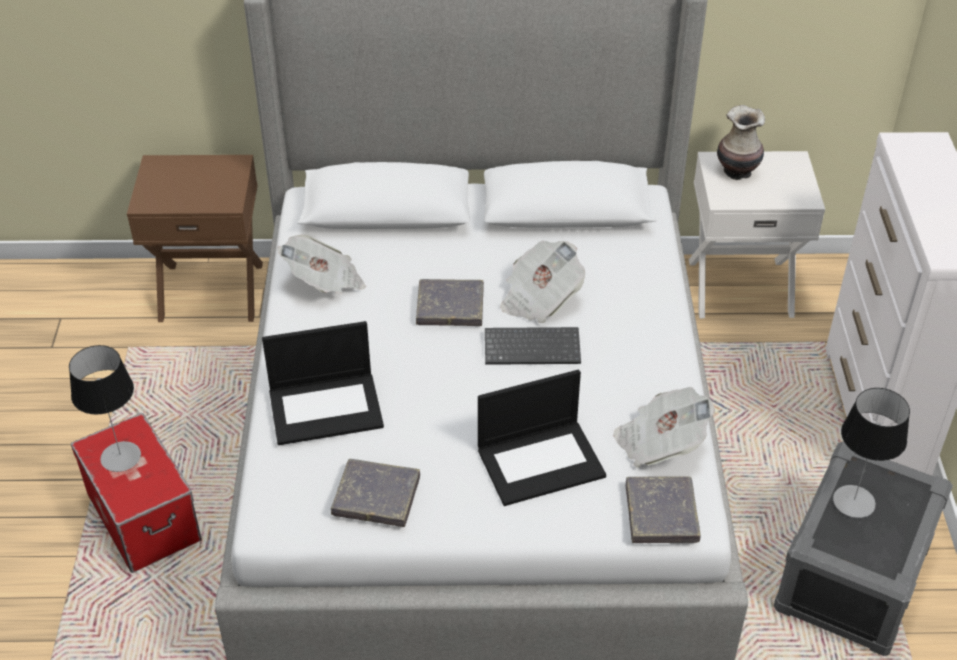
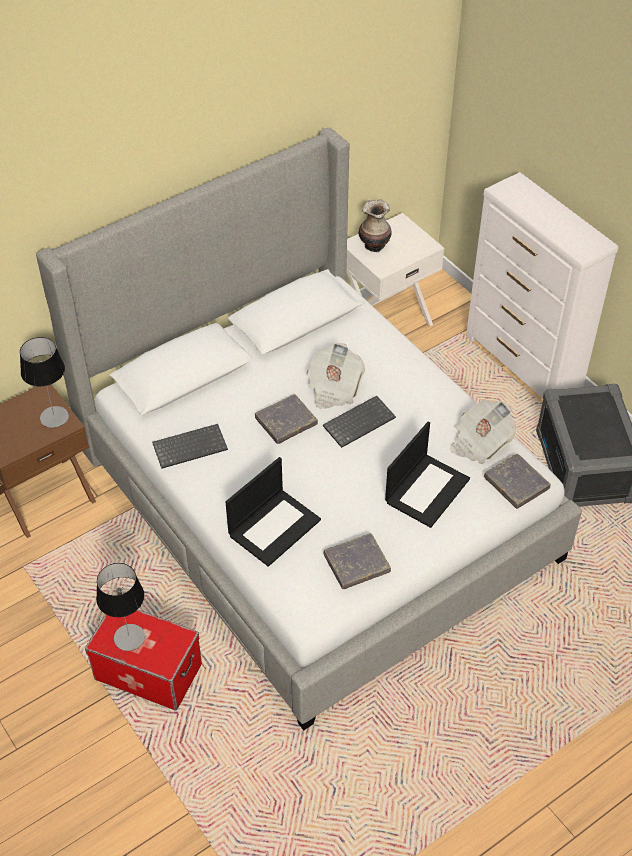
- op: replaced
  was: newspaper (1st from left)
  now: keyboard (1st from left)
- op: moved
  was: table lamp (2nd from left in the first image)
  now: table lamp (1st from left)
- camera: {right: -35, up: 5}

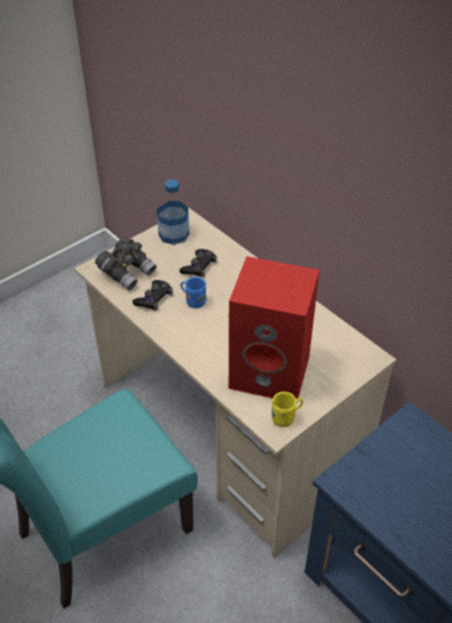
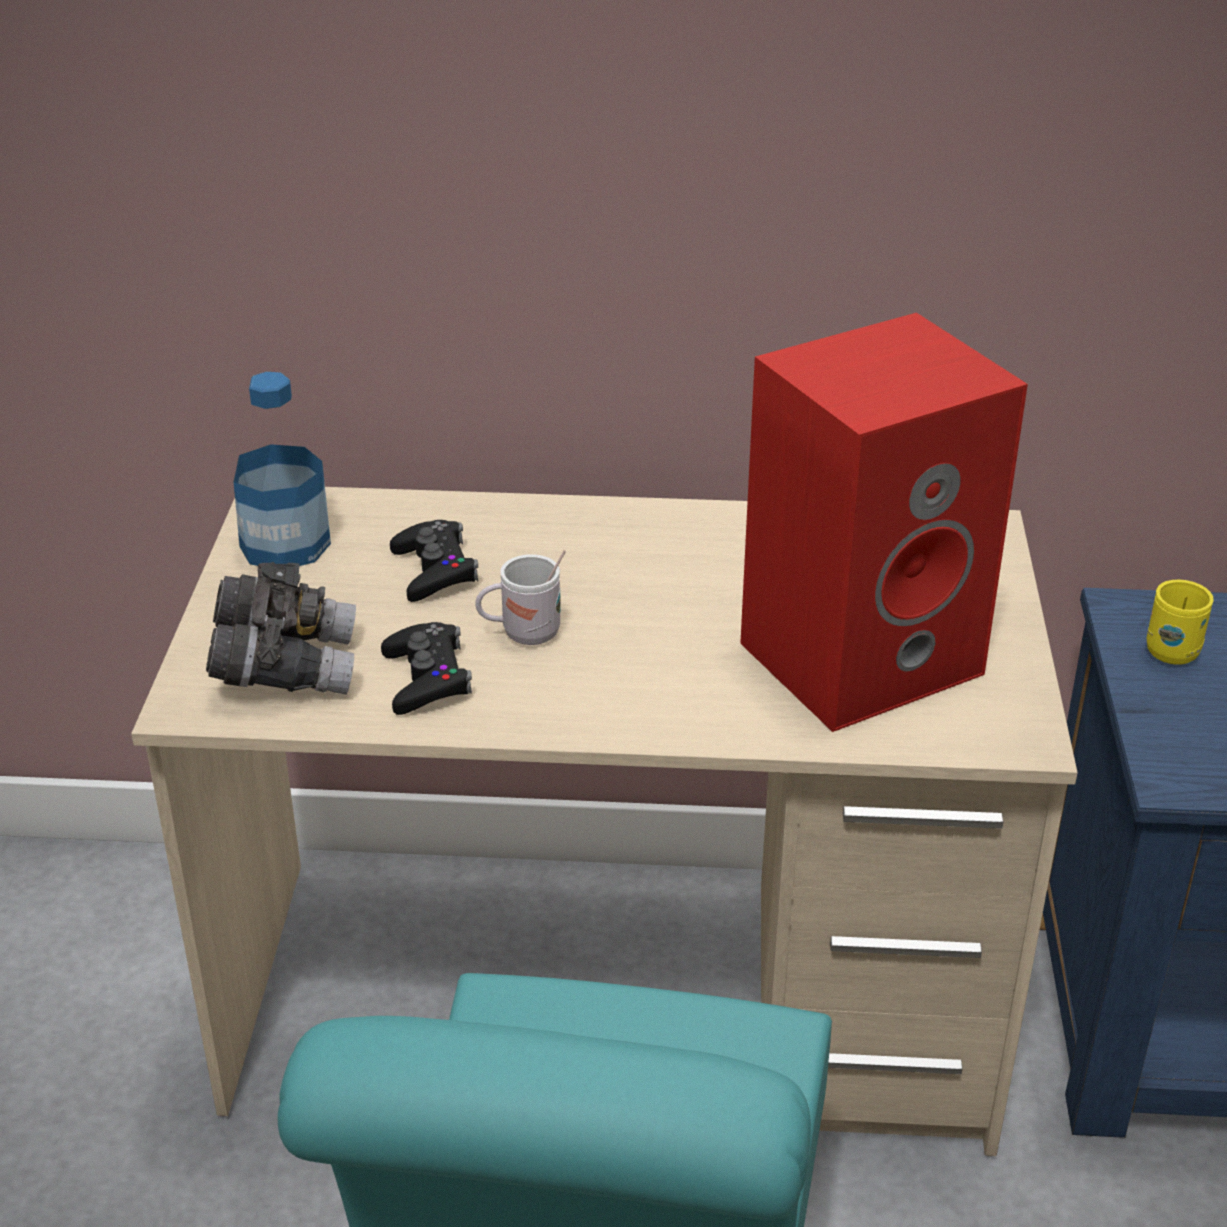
- op: recoloured
  was: mug in blue
  now: mug in white
- op: moved
  was: mug in yellow
- camera: {right: -45, up: -10}

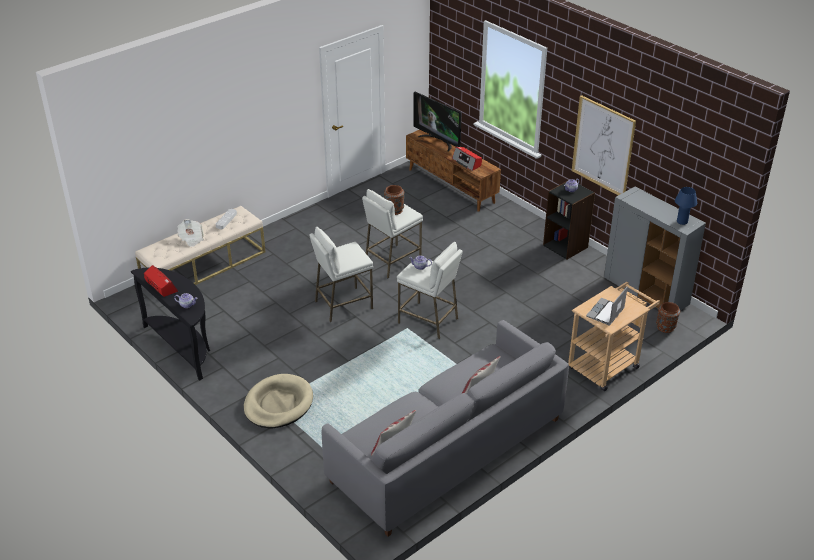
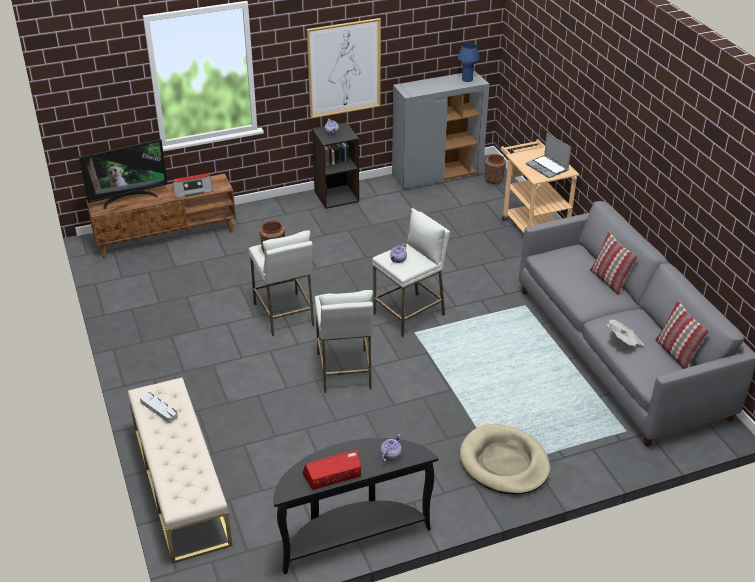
- op: moved
  was: newspaper
- camera: {right: -70, up: 0}

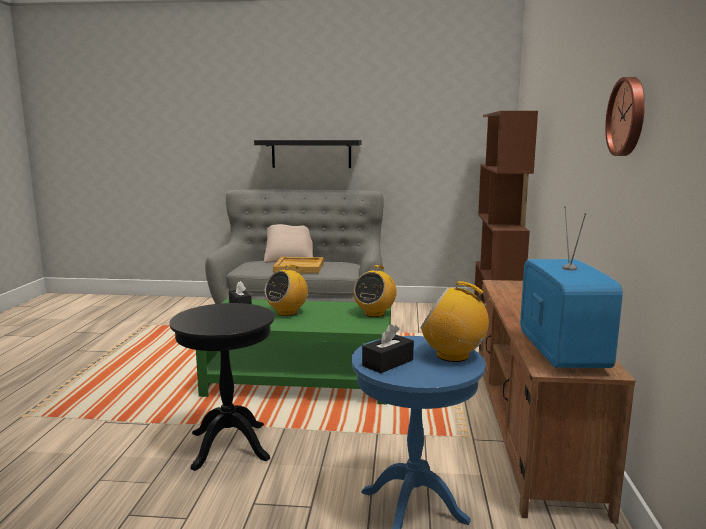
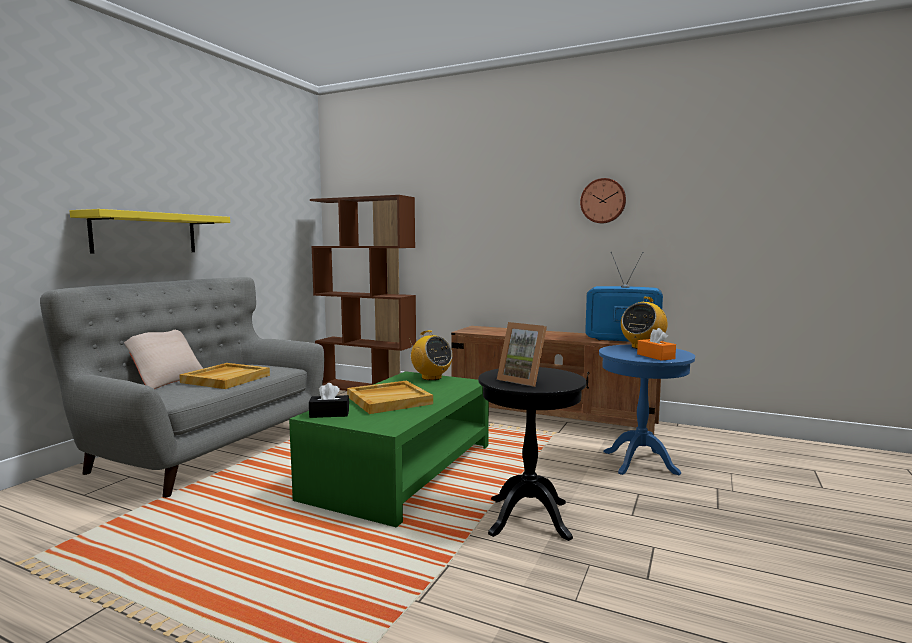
- op: recoloured
  was: shelf in black
  now: shelf in yellow
- op: replaced
  was: radio (1st from left)
  now: tray in beige (2nd from left)
- op: recoloured
  was: tissue box in black (2nd from left)
  now: tissue box in orange
- op: added
  now: picture frame
- camera: {right: -70, up: -5}

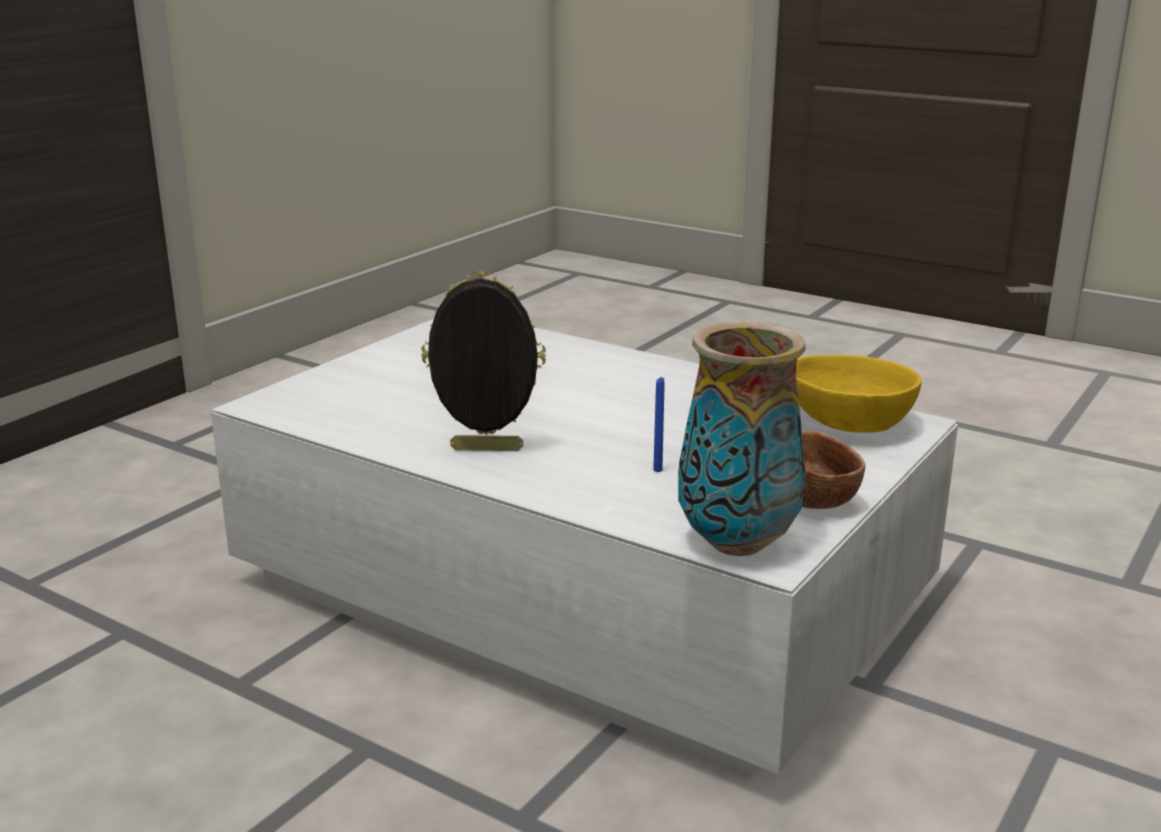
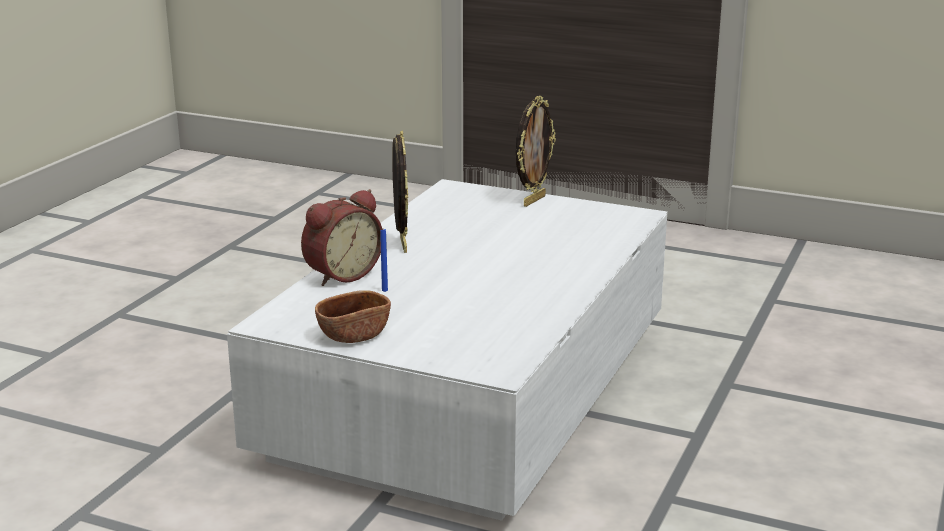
- op: removed
  was: vase
- op: removed
  was: bowl in yellow
- op: added
  now: alarm clock
- op: added
  now: picture frame (2nd from left)
- camera: {right: 80, up: 0}

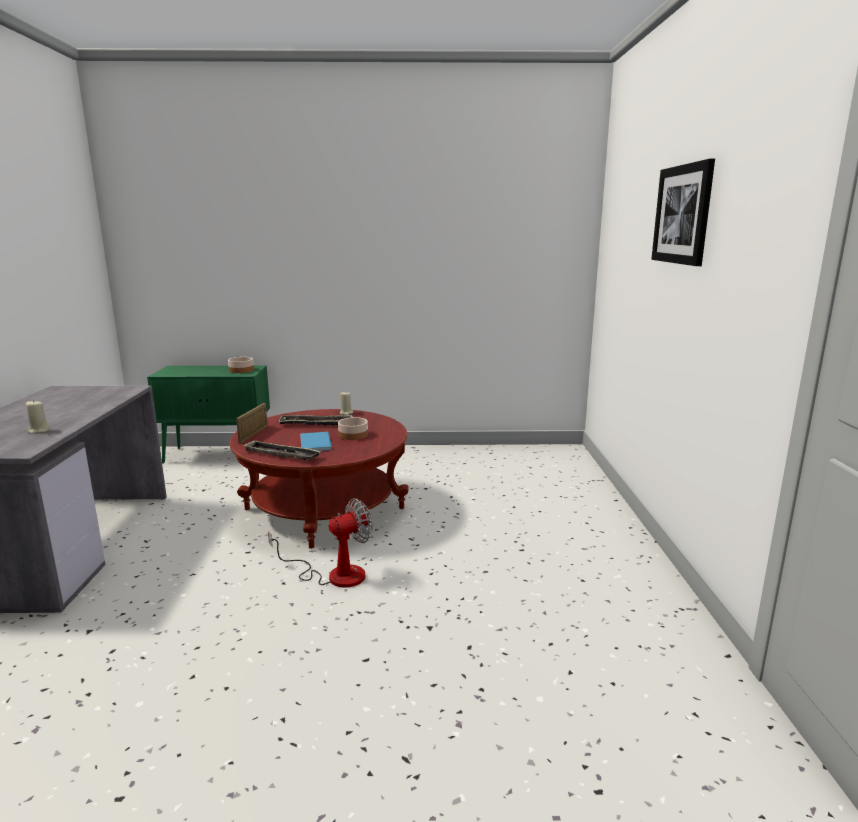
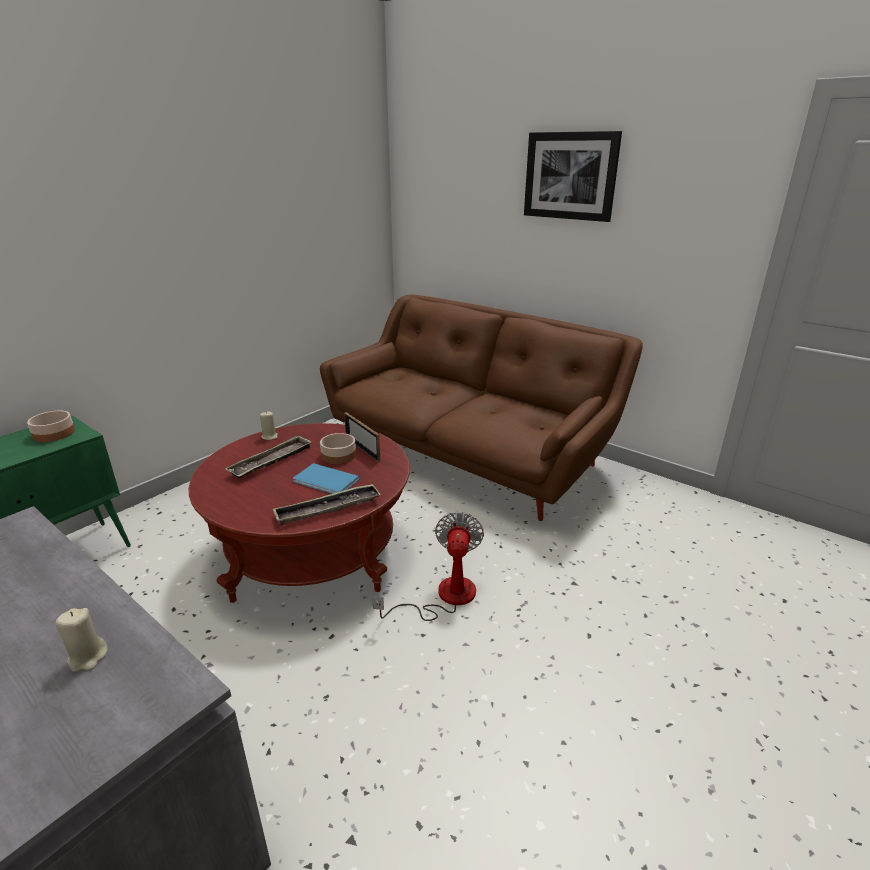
- op: moved
  was: picture frame
- op: added
  now: sofa in brown
- camera: {right: -50, up: 10}

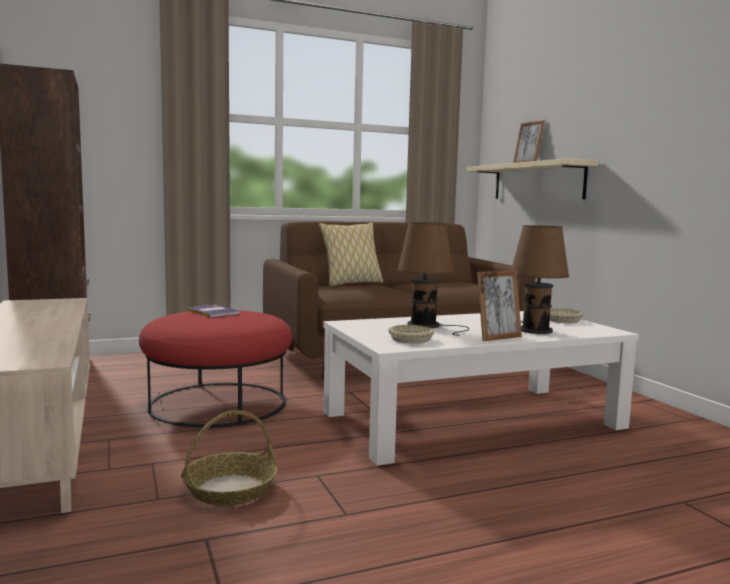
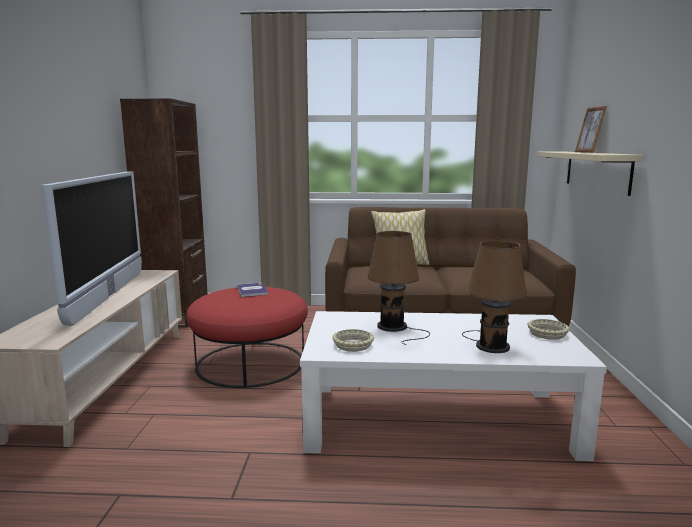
- op: removed
  was: basket
- op: removed
  was: picture frame (1st from left)
- op: added
  now: television
- camera: {right: 25, up: 5}

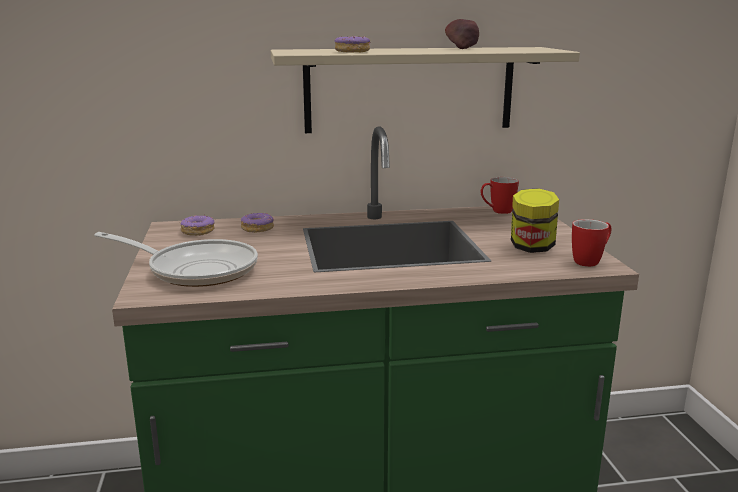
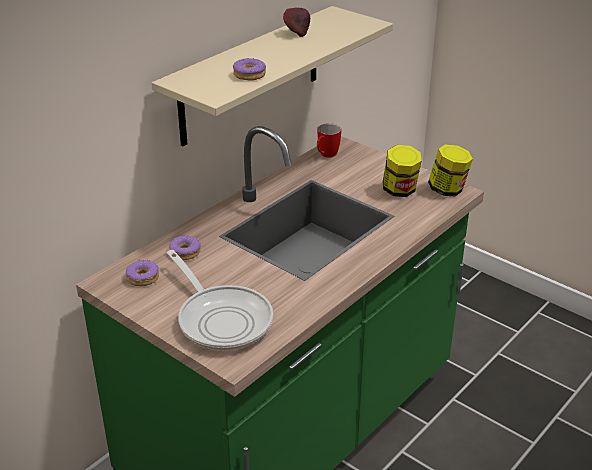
- op: turned
  was: frying pan
  clockwise: 75
- op: replaced
  was: mug (2nd from left)
  now: jar (2nd from left)
- camera: {right: -40, up: 15}

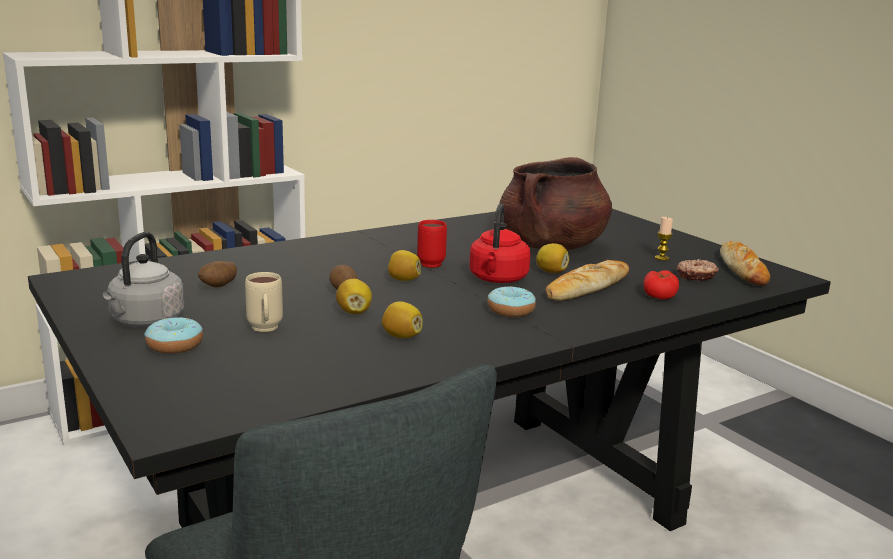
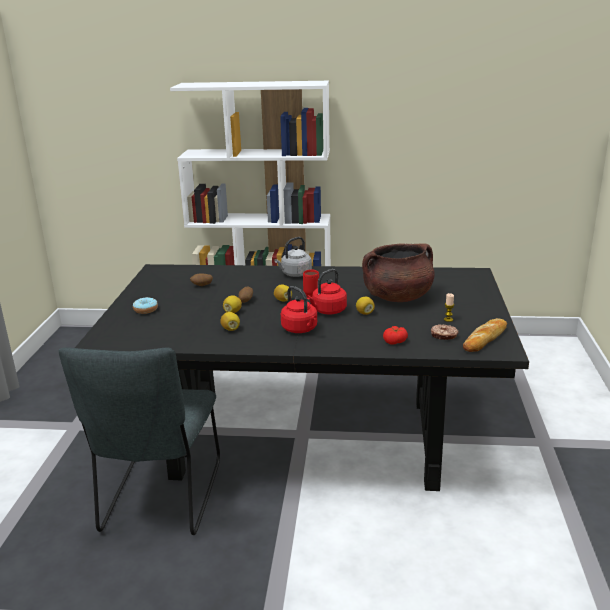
- op: moved
  was: kettle in grey
- op: removed
  was: mug in beige
- op: replaced
  was: donut (2nd from left)
  now: kettle in red (1st from left)
- op: removed
  was: bread (1st from left)
- camera: {right: 40, up: 5}

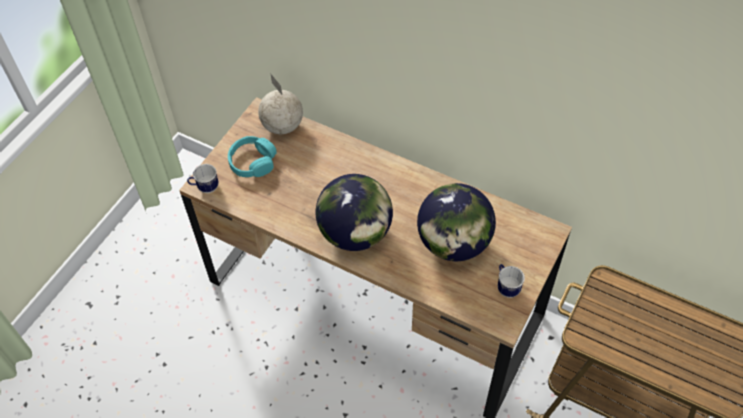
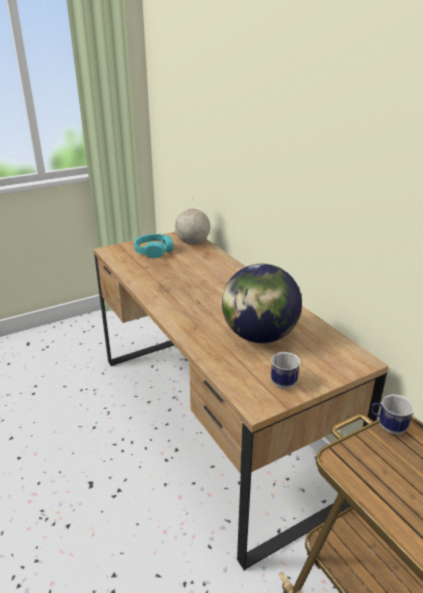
- op: moved
  was: mug (1st from left in the first image)
  now: mug (2nd from left)
- op: removed
  was: globe (2nd from left)
- camera: {right: 30, up: -25}

